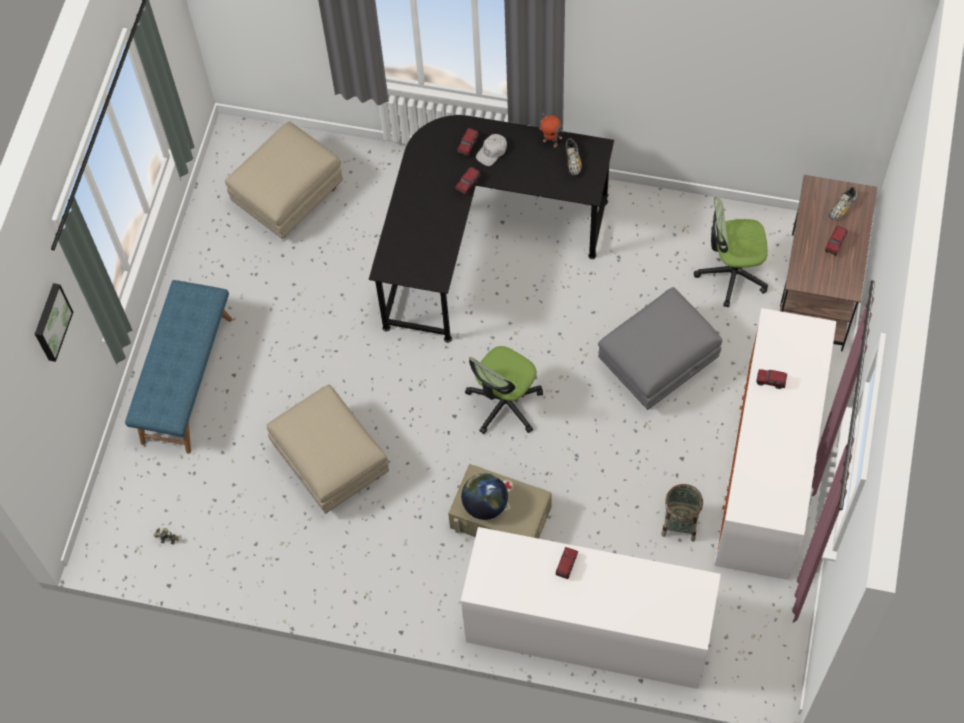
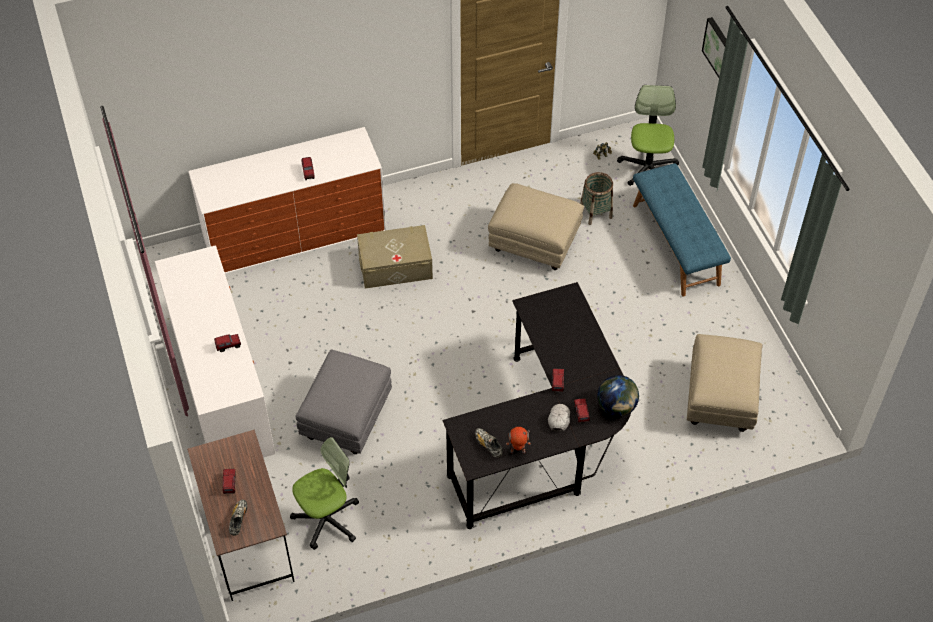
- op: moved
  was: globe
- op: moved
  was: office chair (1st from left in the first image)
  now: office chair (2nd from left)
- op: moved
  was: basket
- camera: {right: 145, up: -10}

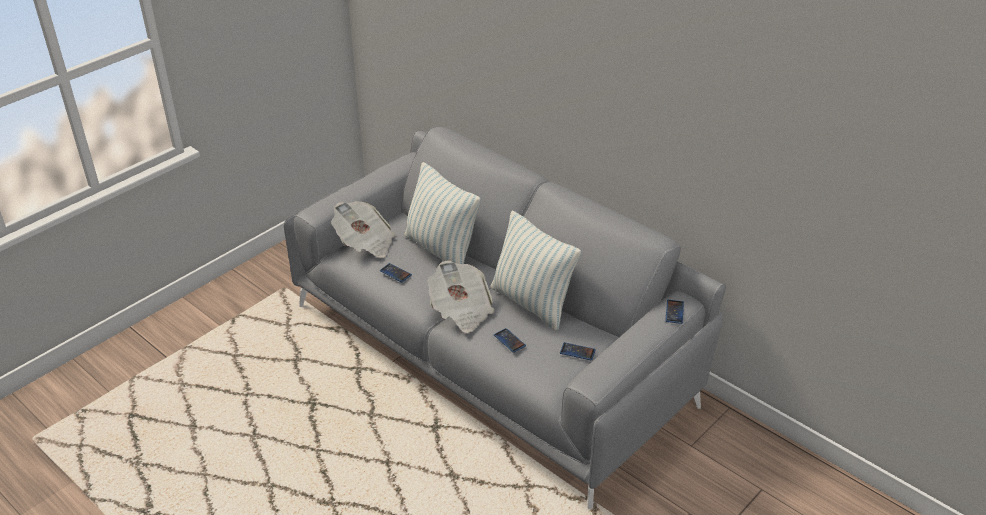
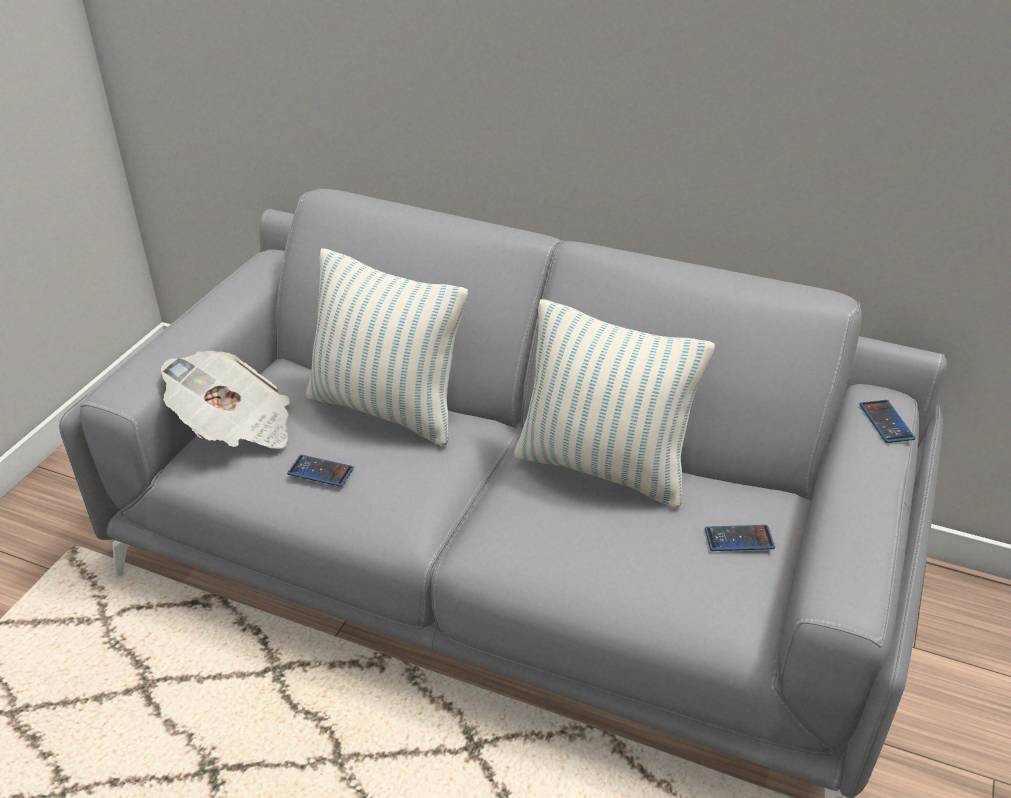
- op: removed
  was: newspaper (2nd from left)
- op: removed
  was: phone (2nd from left)
- camera: {right: -20, up: 0}

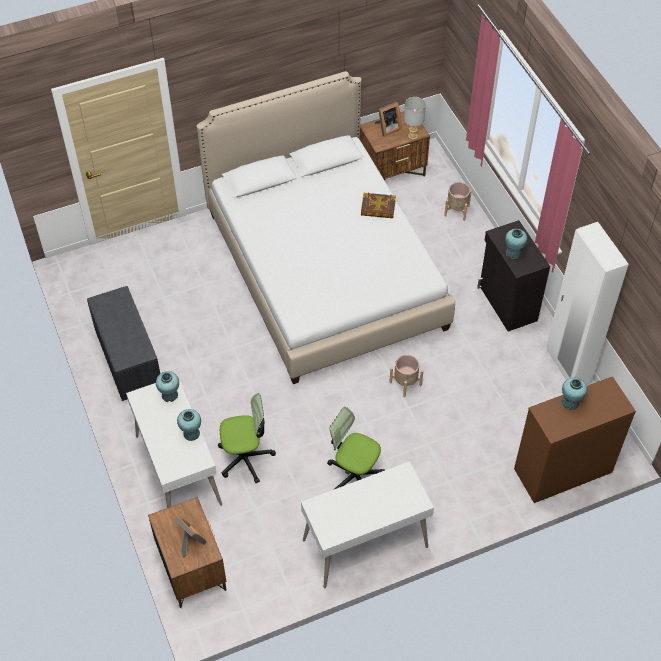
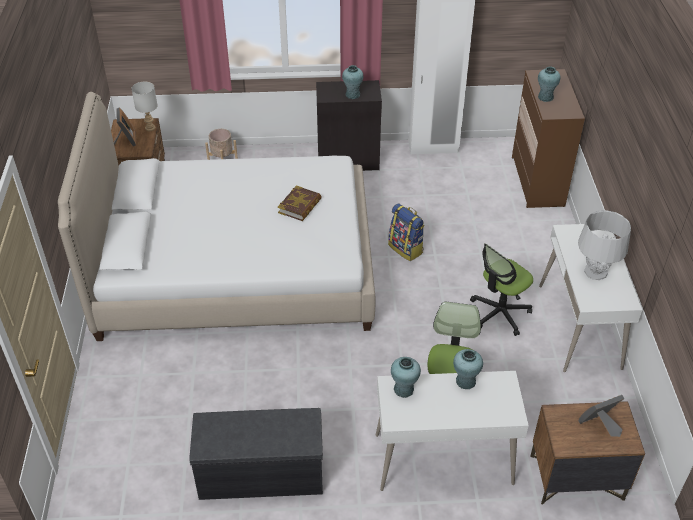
- op: moved
  was: book
- op: replaced
  was: planter in beige (1st from left)
  now: backpack
- op: added
  now: table lamp in grey (2nd from left)
- camera: {right: -70, up: -10}

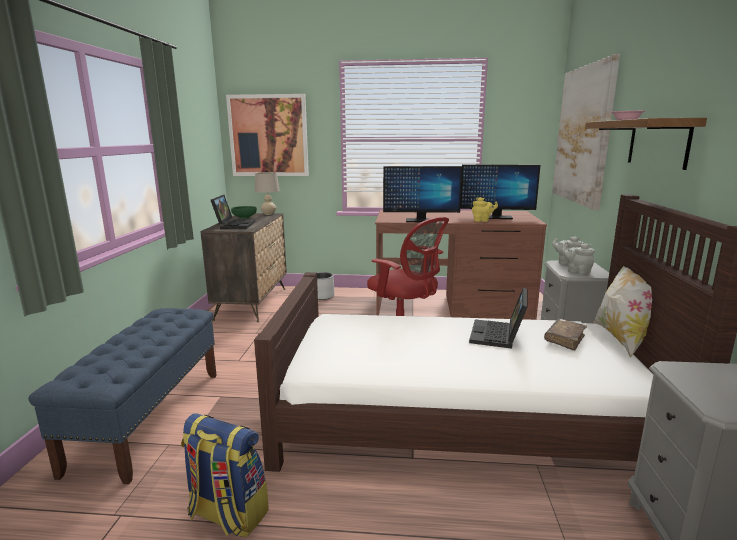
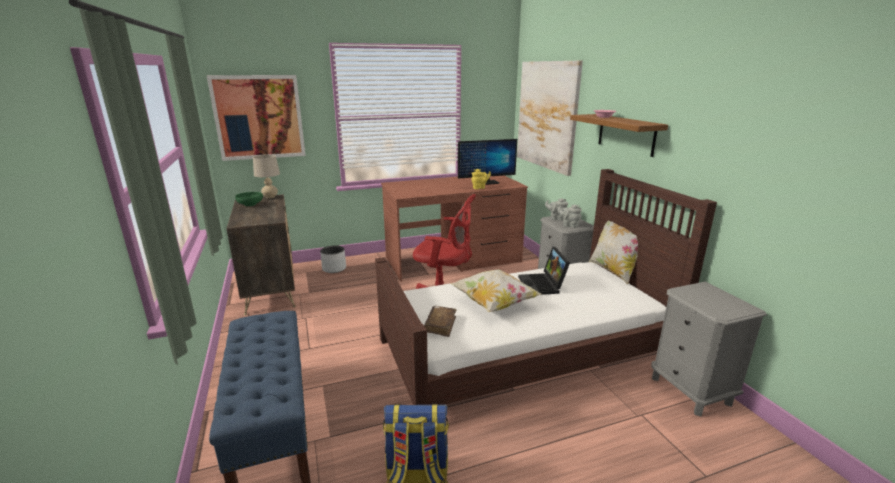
- op: removed
  was: laptop (1st from left)
- op: removed
  was: monitor (1st from left)
- op: moved
  was: book in brown
- op: added
  now: pillow (1st from left)
- camera: {right: -25, up: 5}

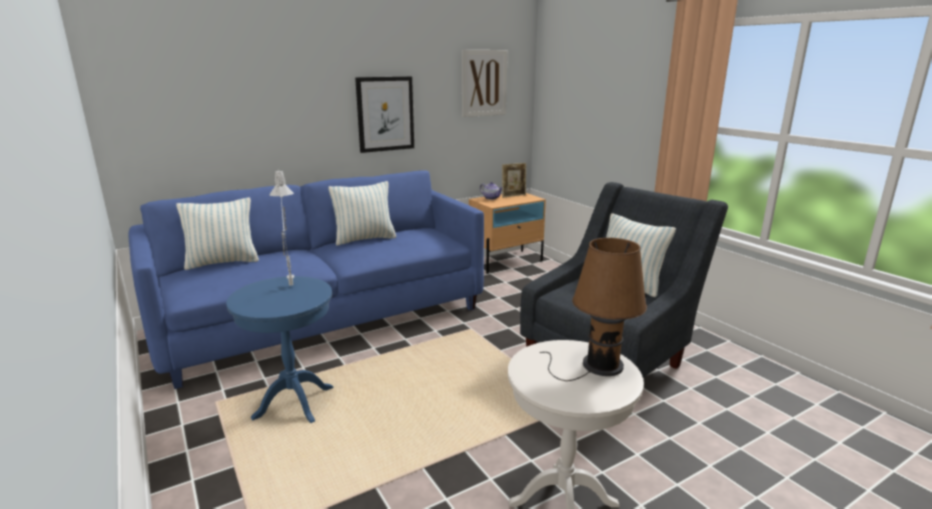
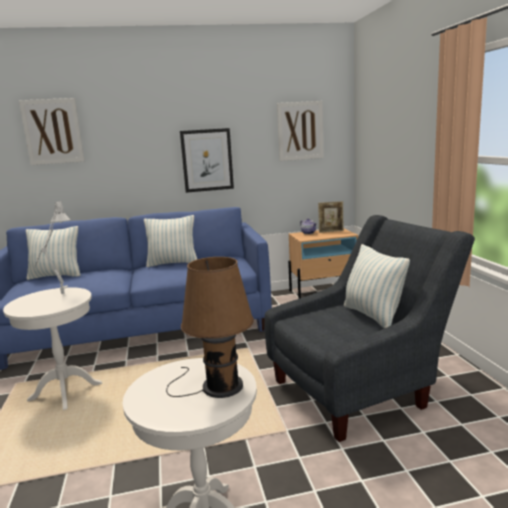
- op: recoloured
  was: side table in blue
  now: side table in white (1st from left)
- op: added
  now: picture (1st from left)
- camera: {right: 20, up: -5}

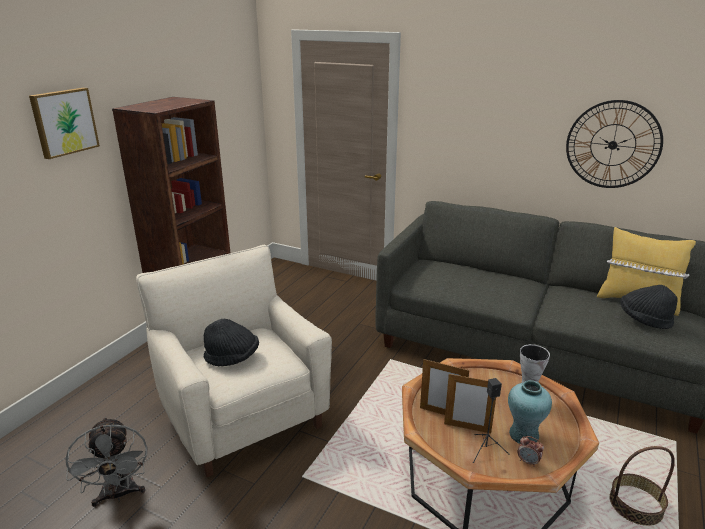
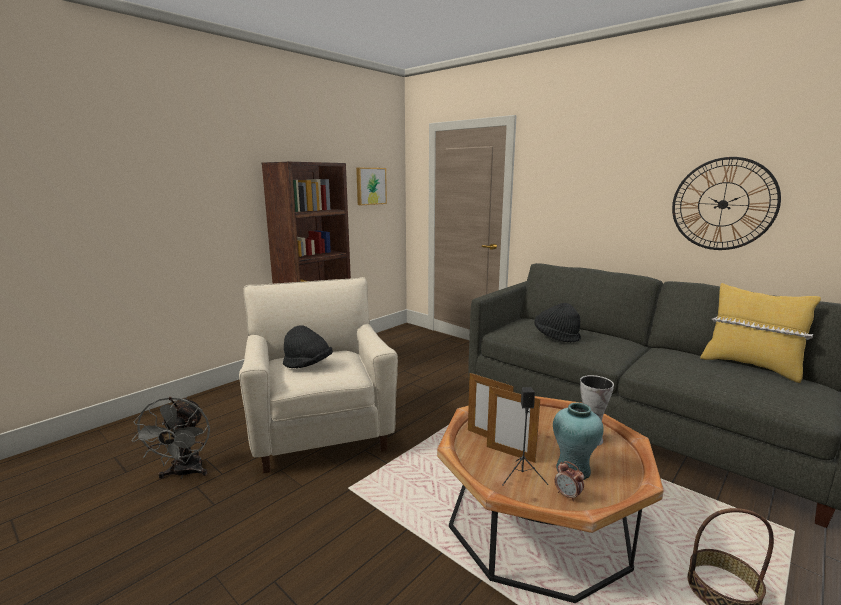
- op: moved
  was: picture
- op: moved
  was: hat in black (2nd from left)
- camera: {right: 15, up: -10}

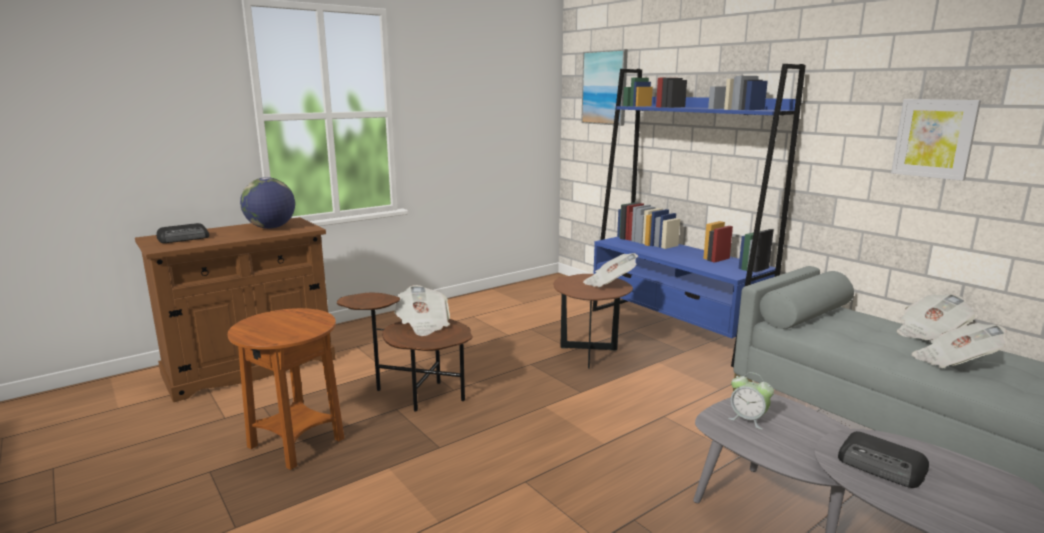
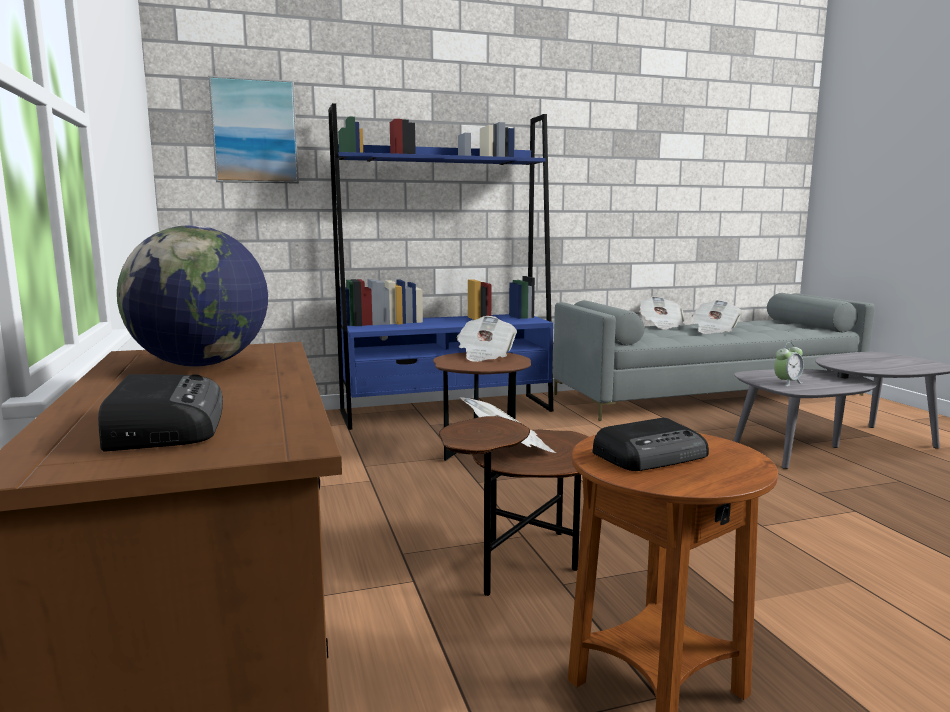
- op: moved
  was: radio (2nd from left)
- op: removed
  was: picture (2nd from left)
- camera: {right: -70, up: -5}

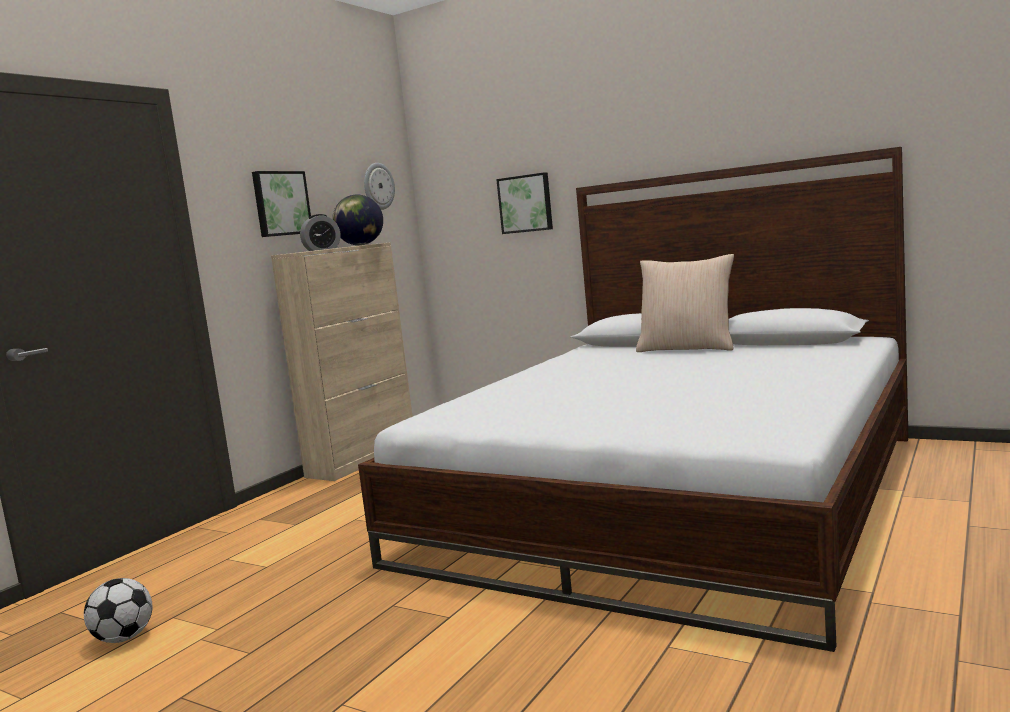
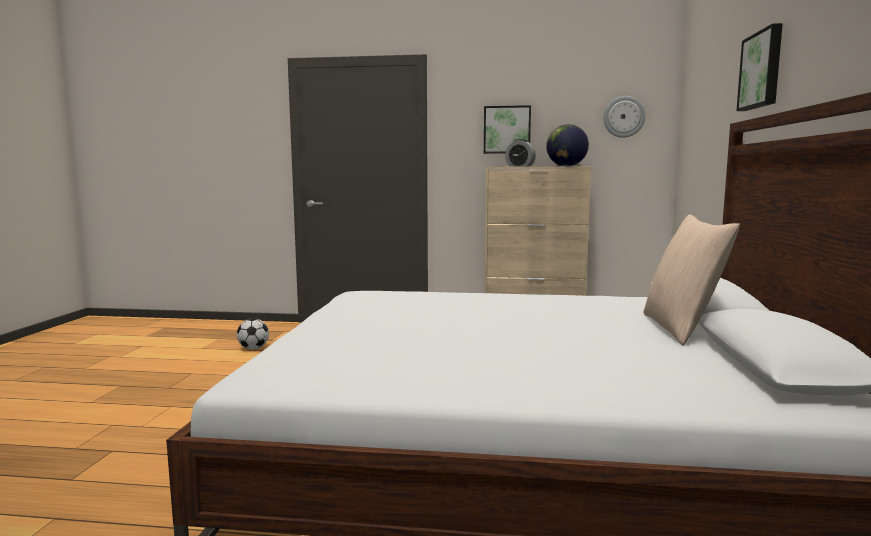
- op: moved
  was: picture (2nd from left)
- camera: {right: 65, up: 0}

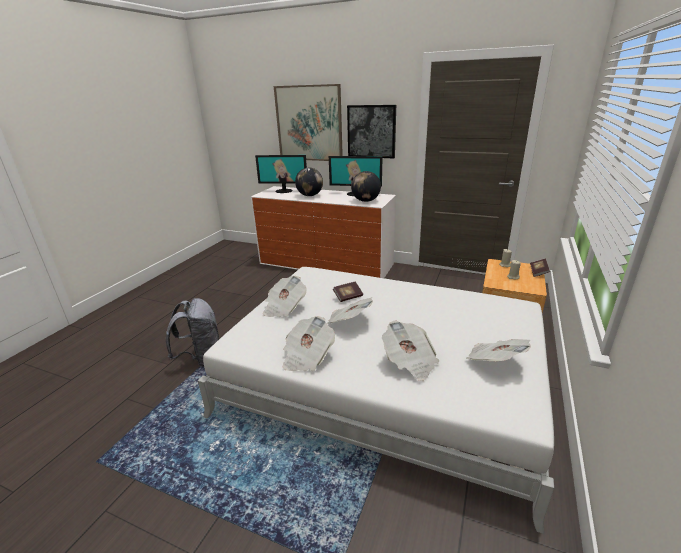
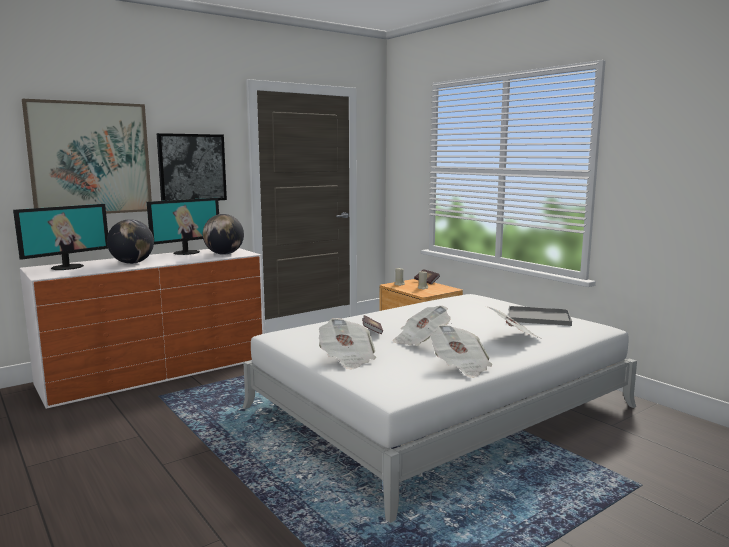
- op: removed
  was: backpack in grey
- op: replaced
  was: newspaper (5th from left)
  now: tray in grey
- camera: {right: -60, up: -15}

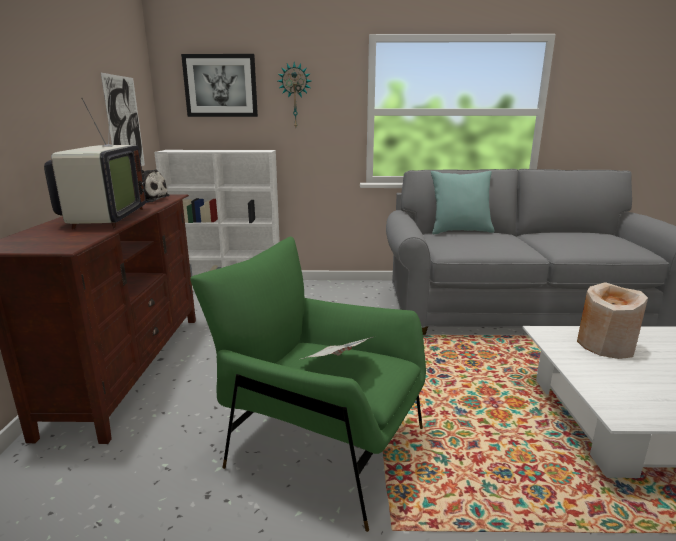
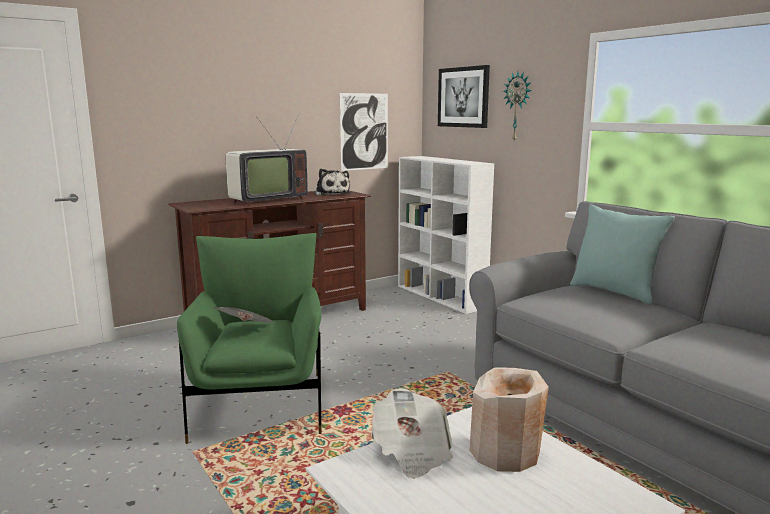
- op: added
  now: newspaper (2nd from left)
- camera: {right: 55, up: -5}

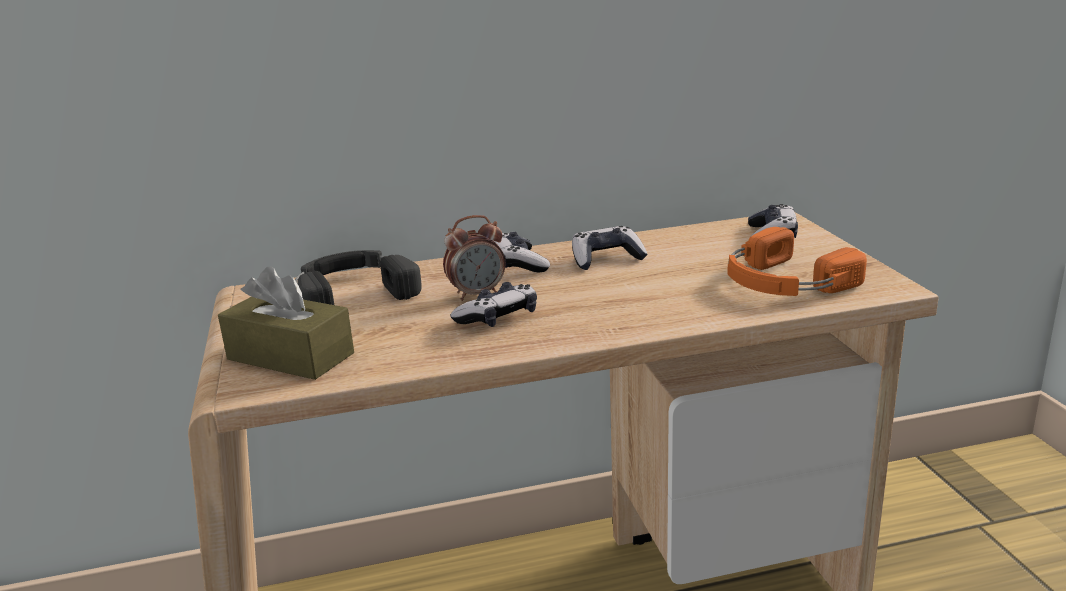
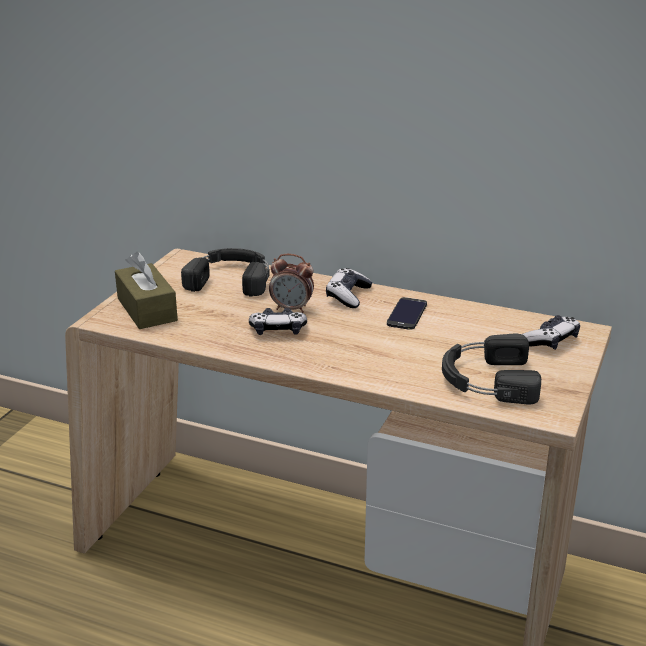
- op: replaced
  was: game controller (3rd from left)
  now: phone
- op: recoloured
  was: headphones in orange
  now: headphones in black (2nd from left)
- camera: {right: 35, up: 5}

